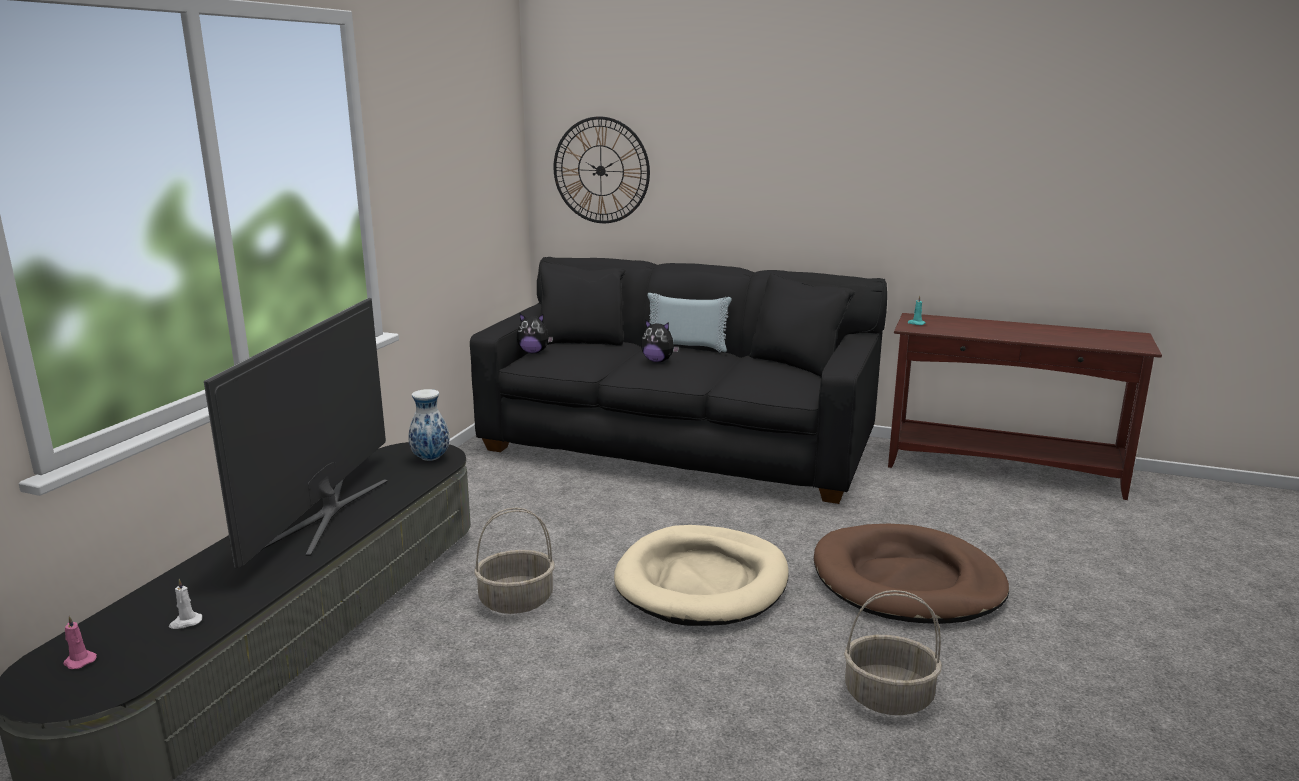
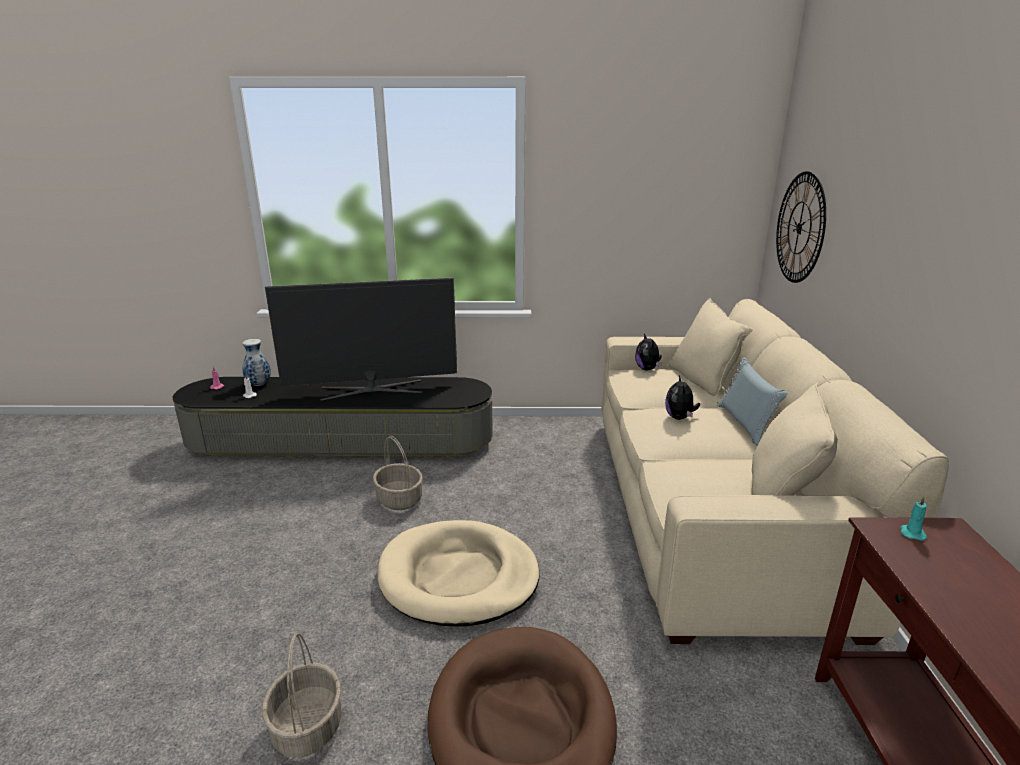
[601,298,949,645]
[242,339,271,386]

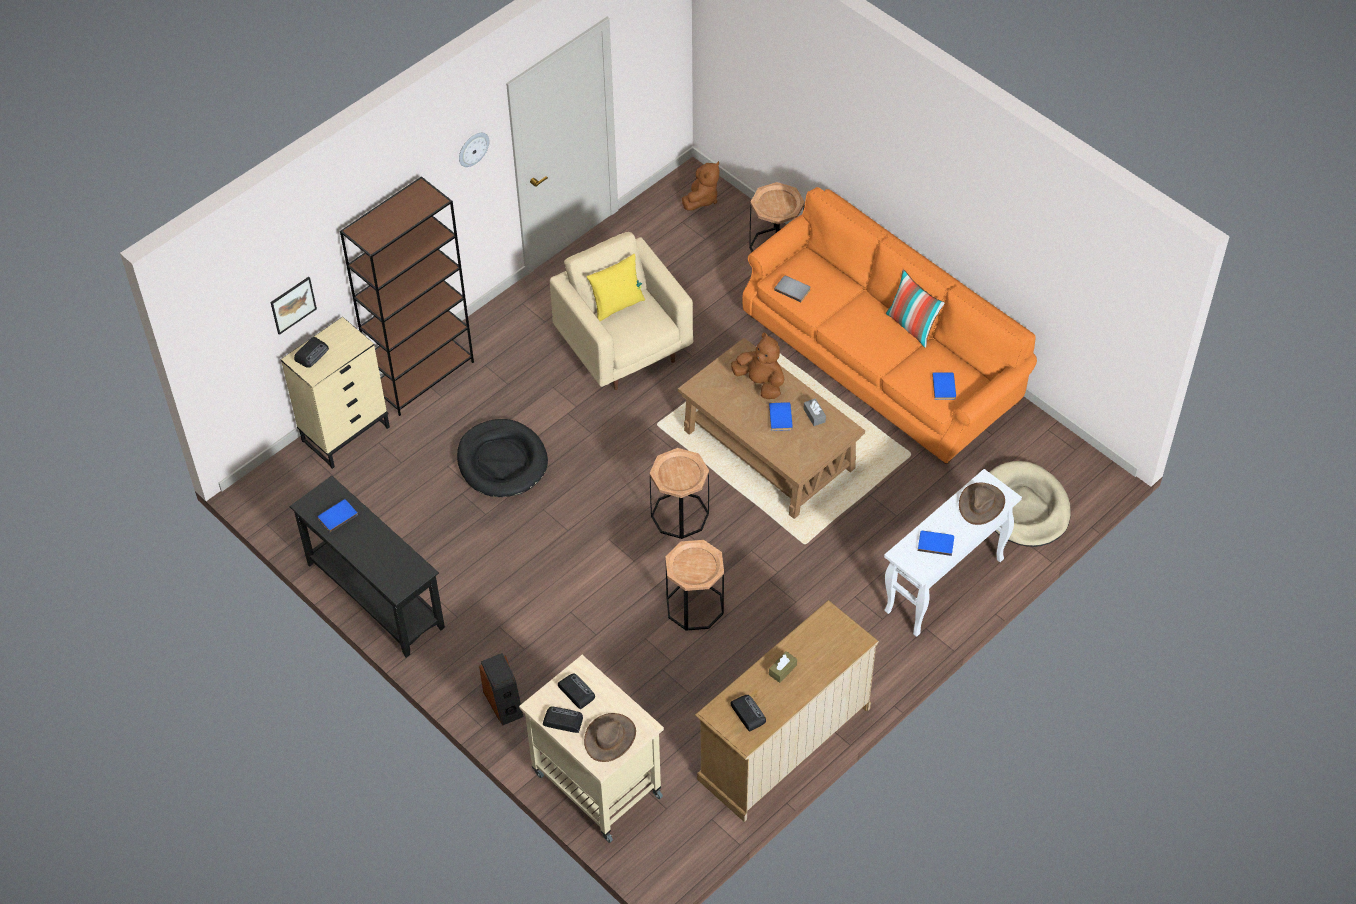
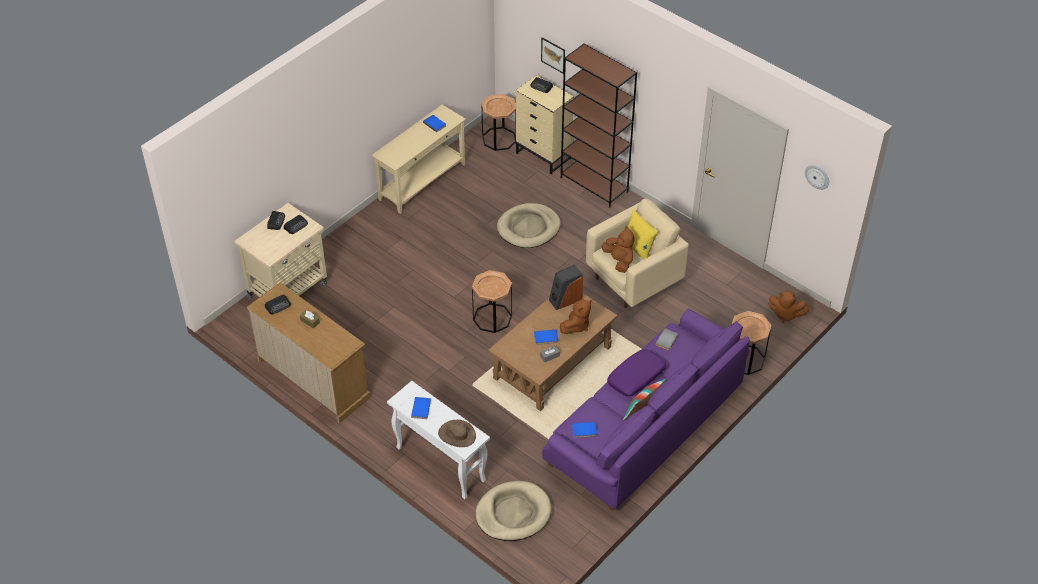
[805,165,829,190]
[542,309,750,511]
[497,203,561,248]
[372,105,466,214]
[482,94,516,151]
[549,265,583,310]
[584,713,636,762] (first image)
[602,226,635,273]
[607,349,666,396]

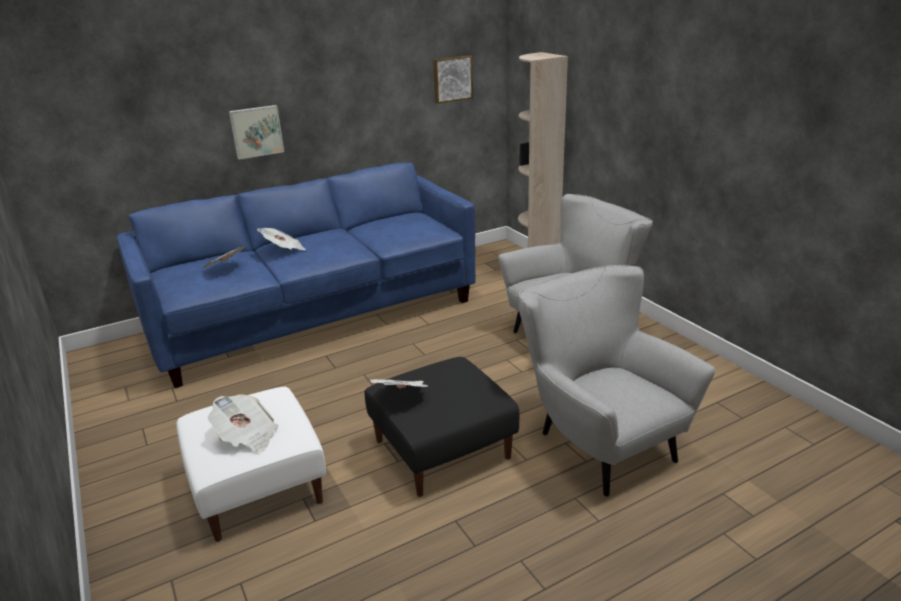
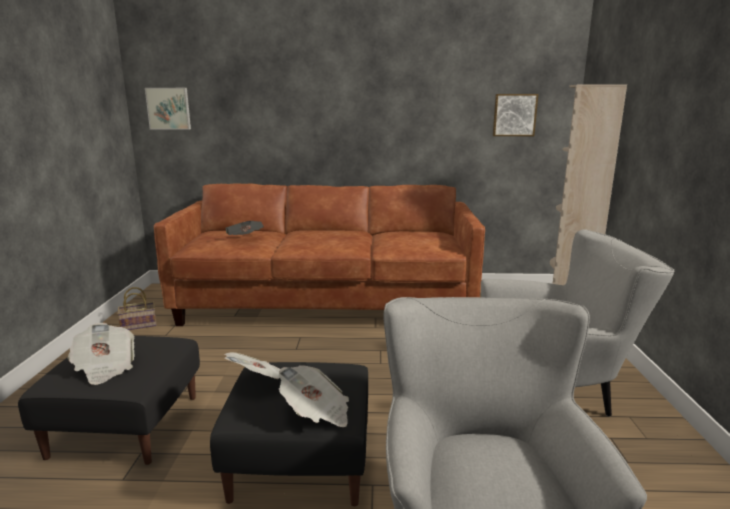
[145,88,191,129]
[154,183,485,326]
[279,366,349,427]
[18,336,200,465]
[117,287,157,330]

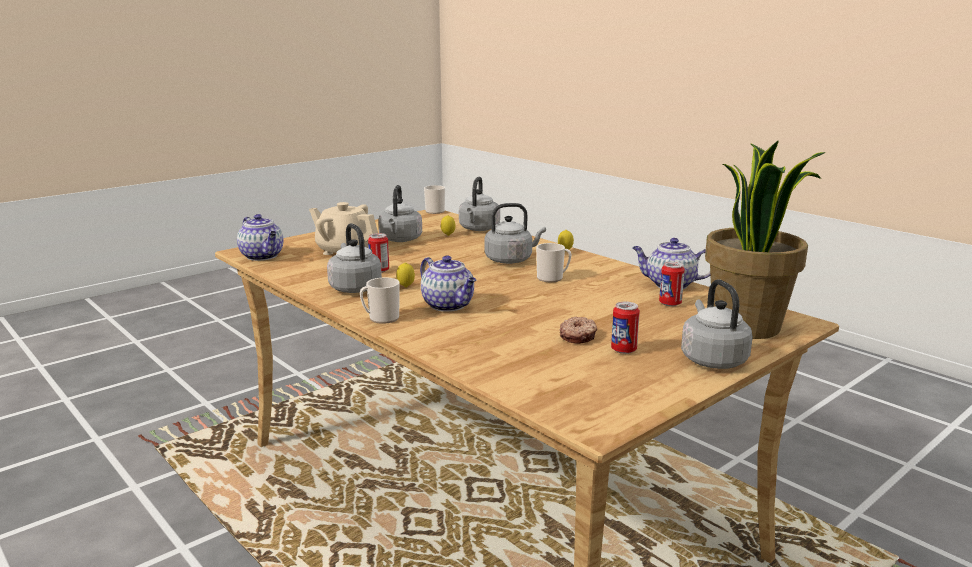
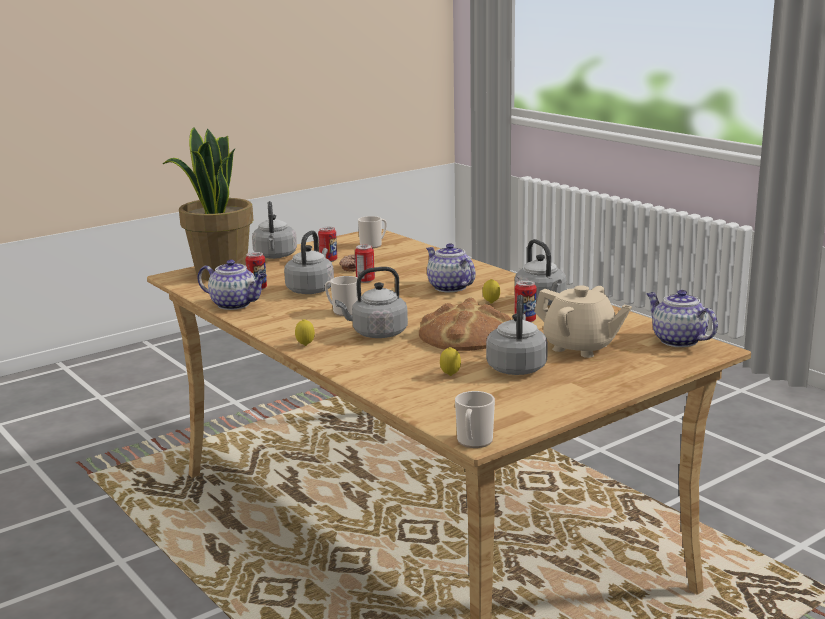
[284,230,334,294]
[358,216,387,248]
[355,244,375,283]
[419,297,511,351]

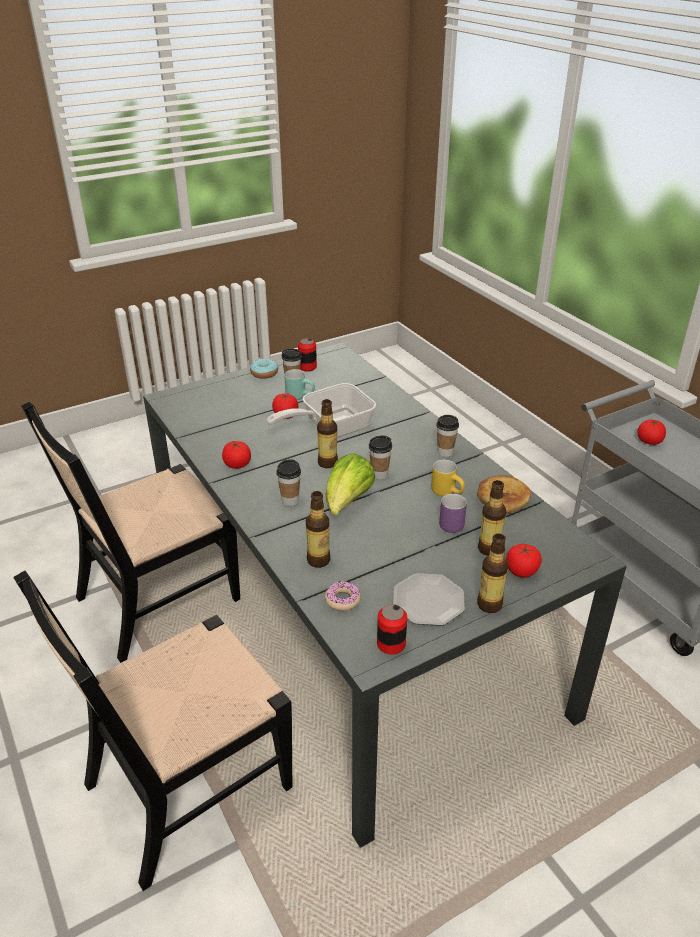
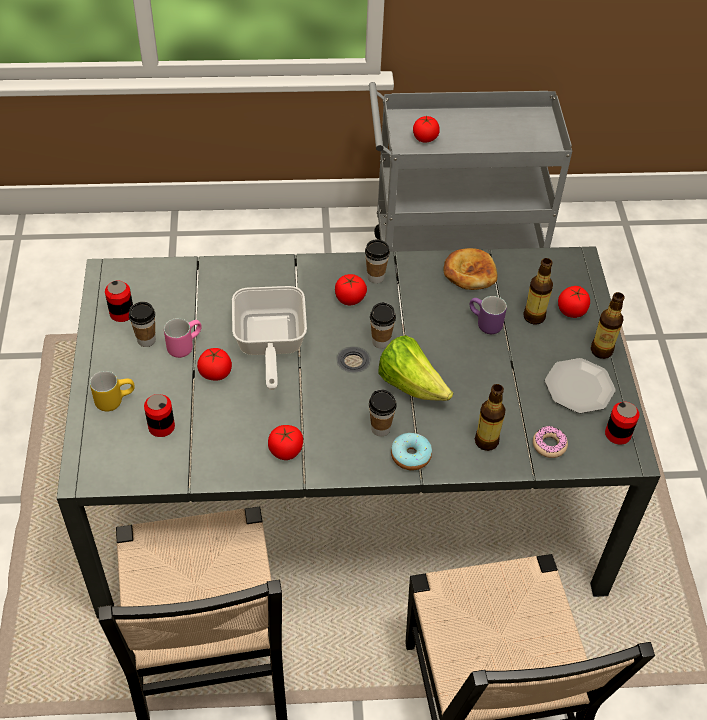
[391,433,432,470]
[164,318,202,358]
[317,399,338,468] (first image)
[90,371,135,412]
[335,274,367,305]
[144,394,175,437]

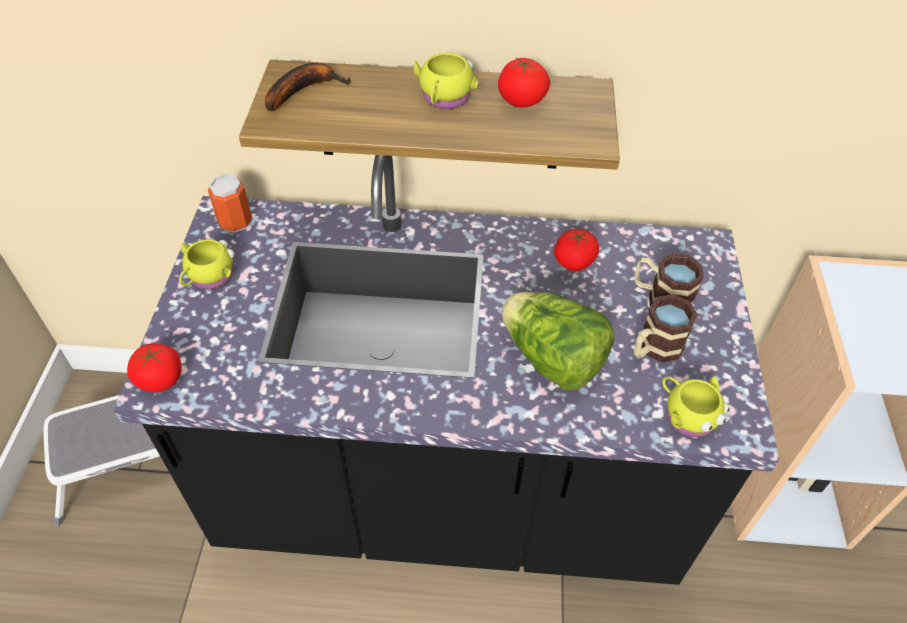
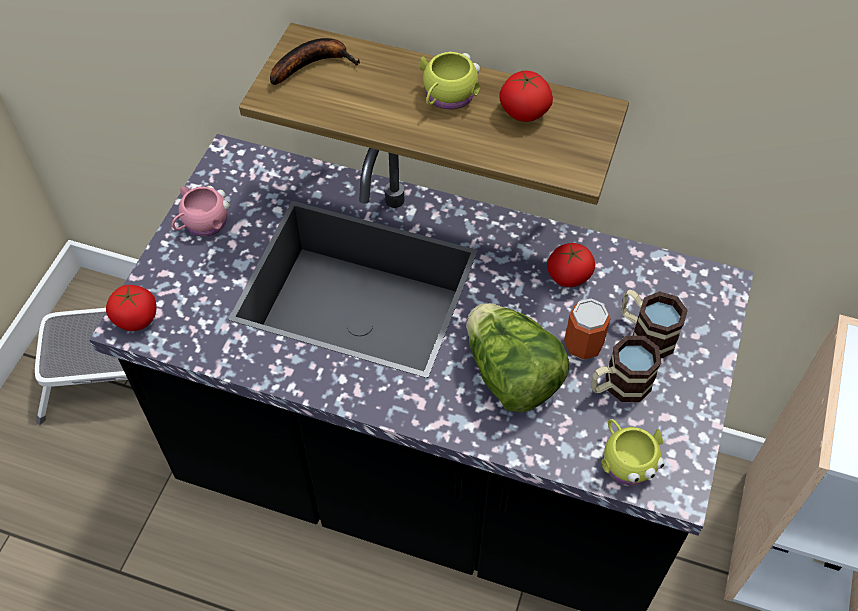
[564,299,611,360]
[172,186,230,236]

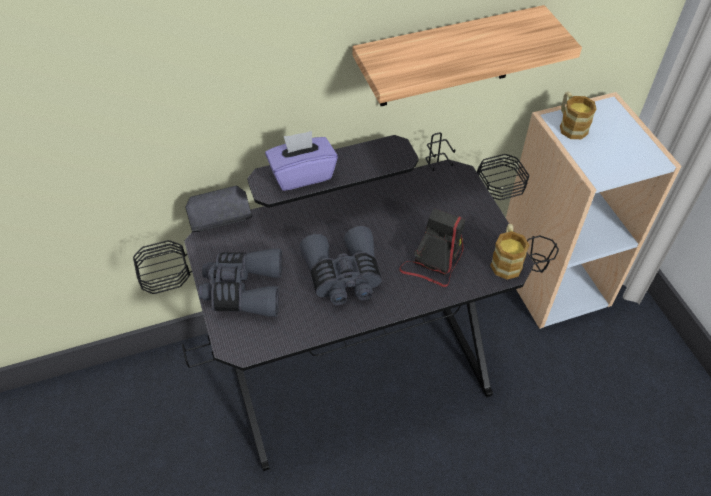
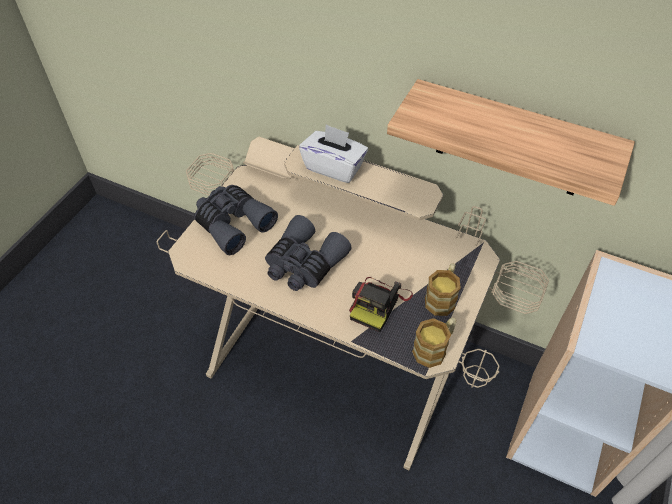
[425,263,461,316]
[299,124,368,183]
[157,137,549,470]
[349,277,413,332]

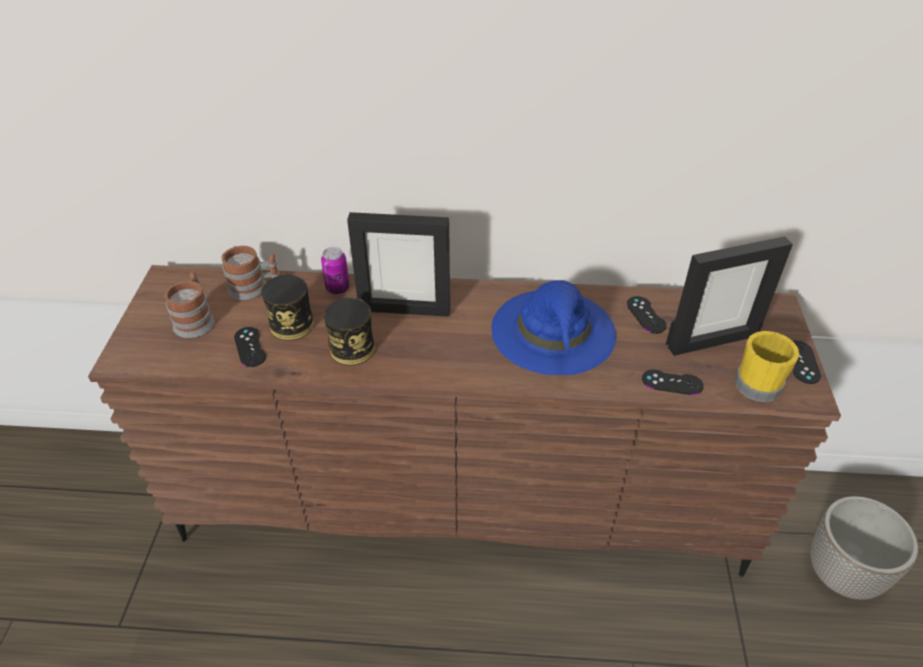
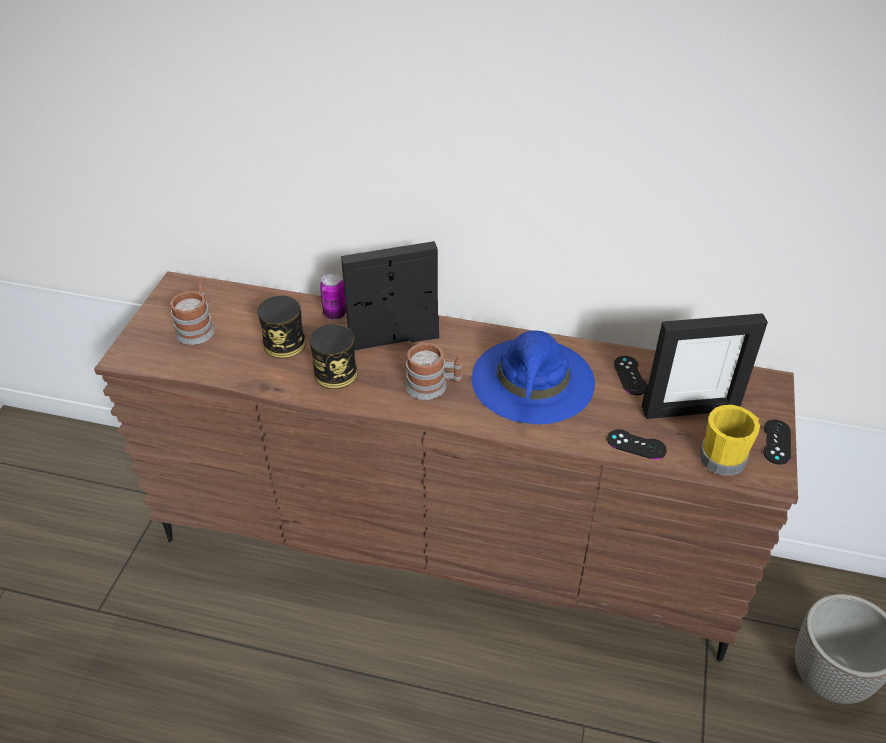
[341,241,439,350]
[406,343,462,400]
[234,327,266,367] (first image)

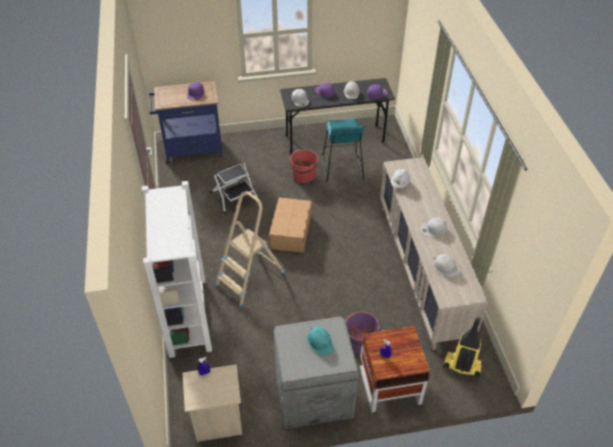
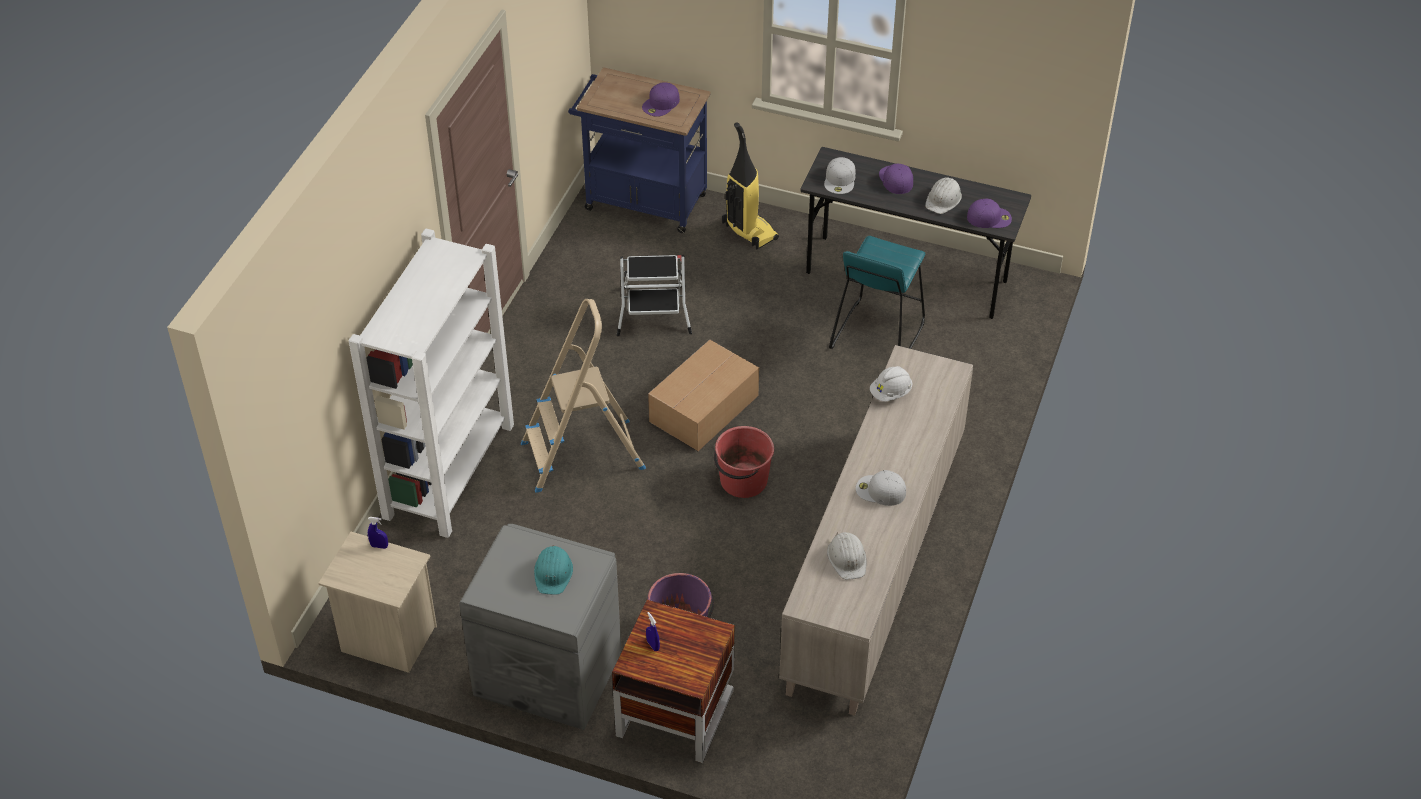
[714,426,774,498]
[722,122,779,250]

